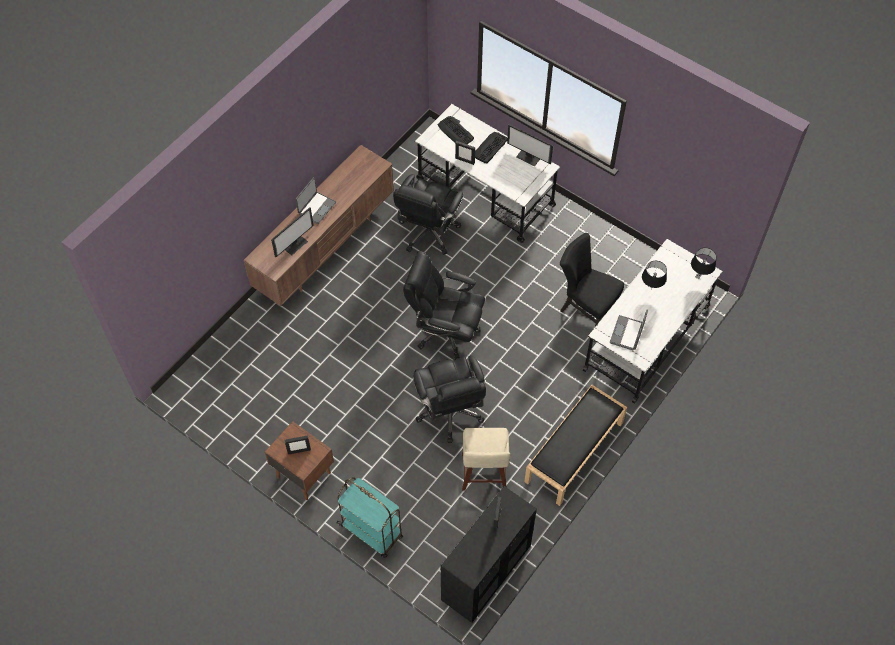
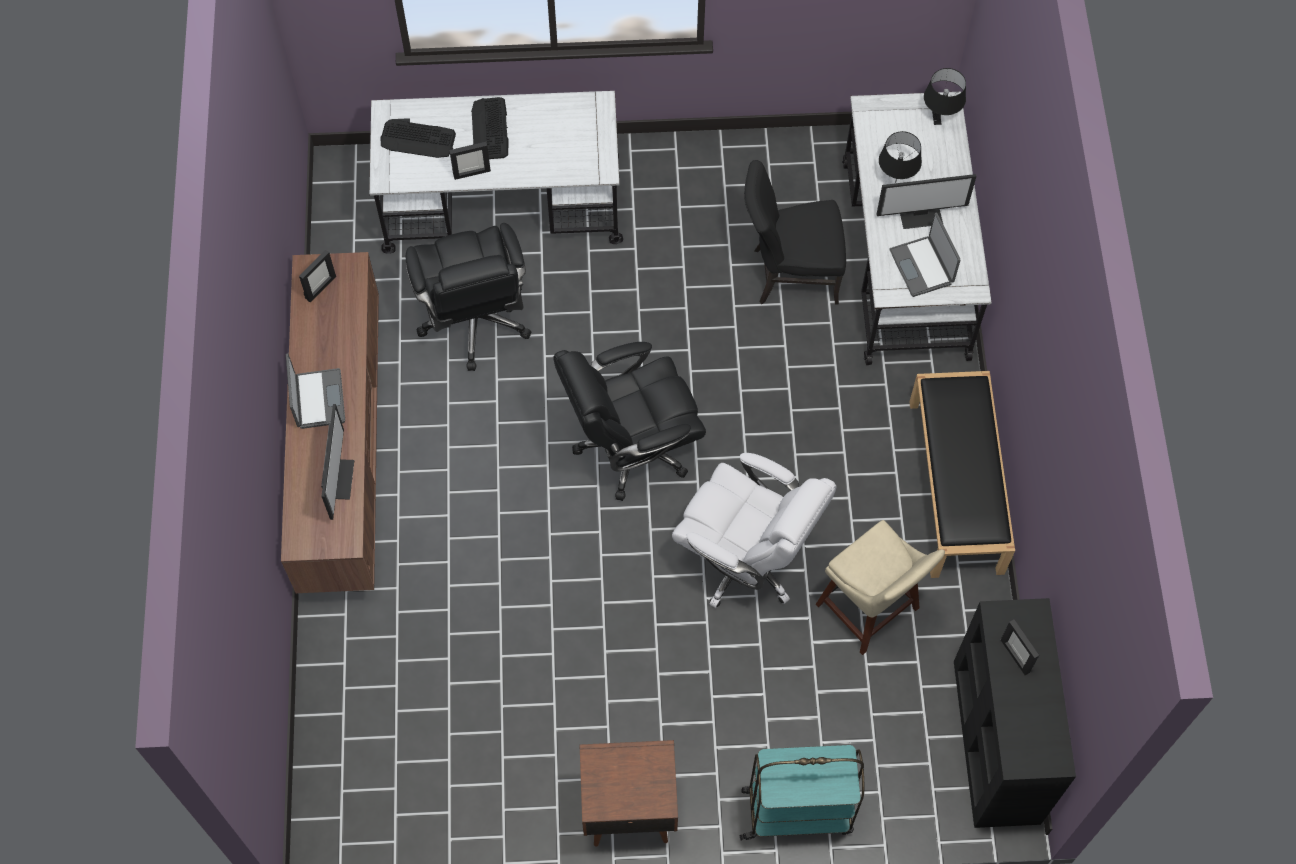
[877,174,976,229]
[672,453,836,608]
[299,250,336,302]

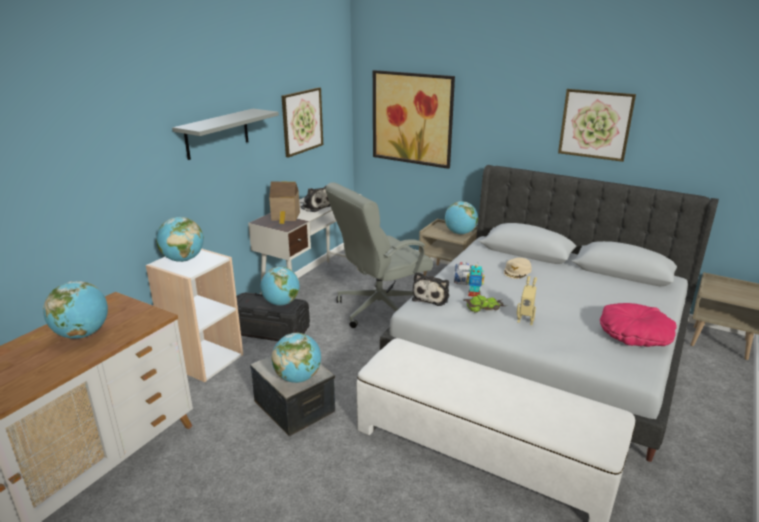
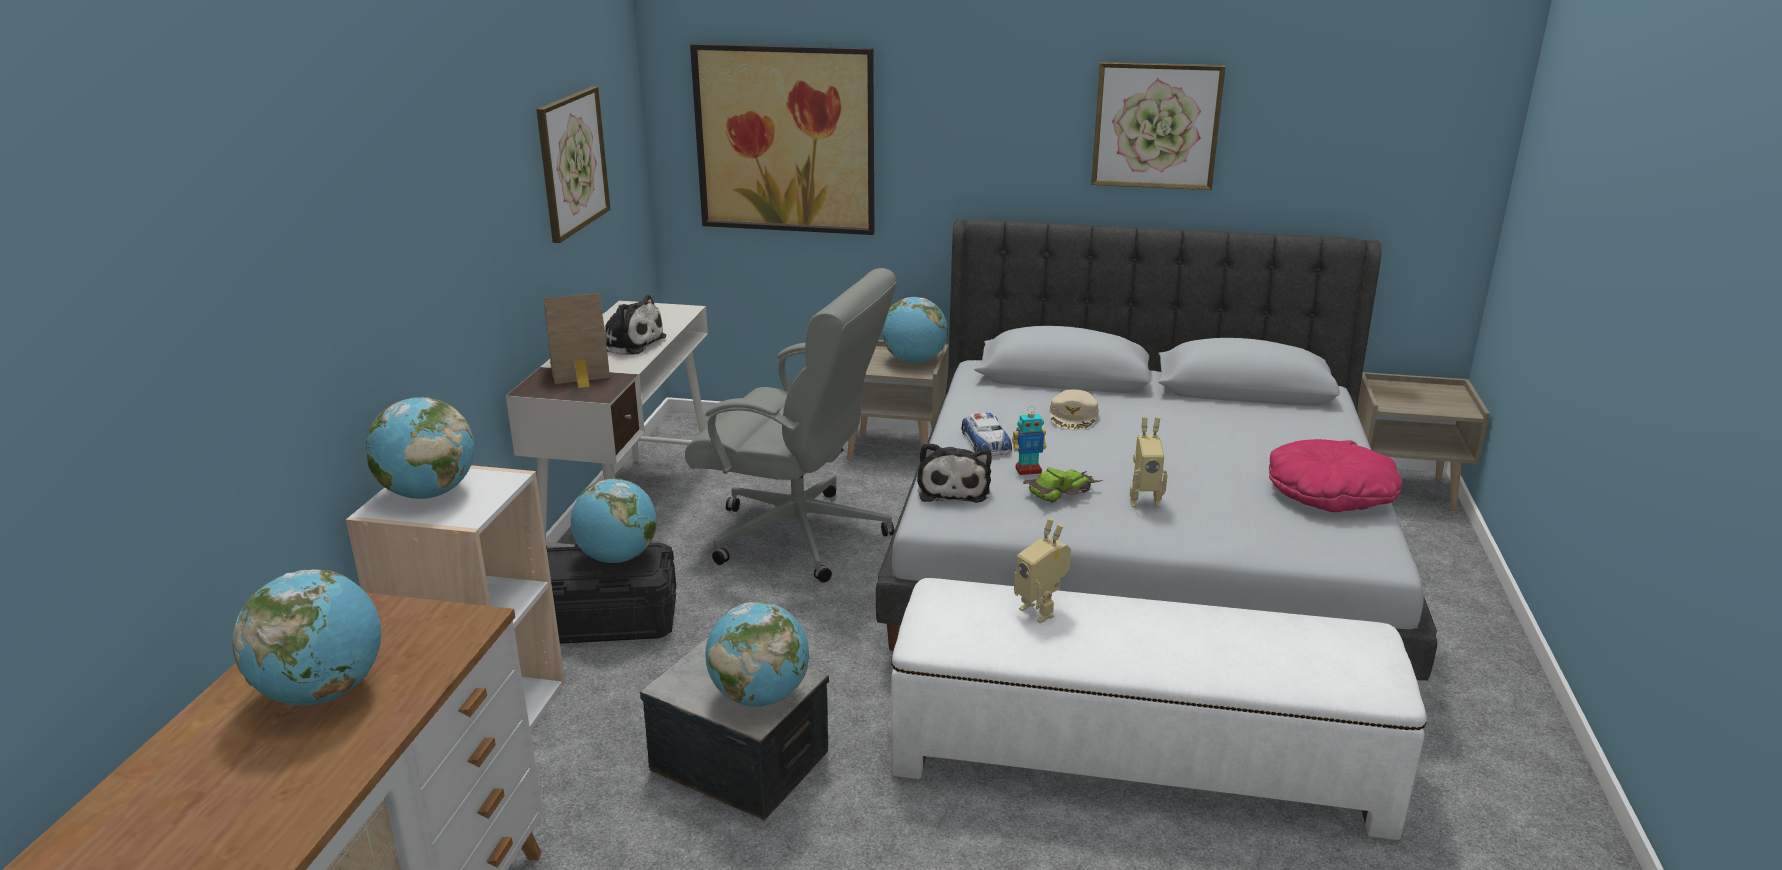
[172,109,279,160] (first image)
[685,268,897,583]
[1014,518,1071,623]

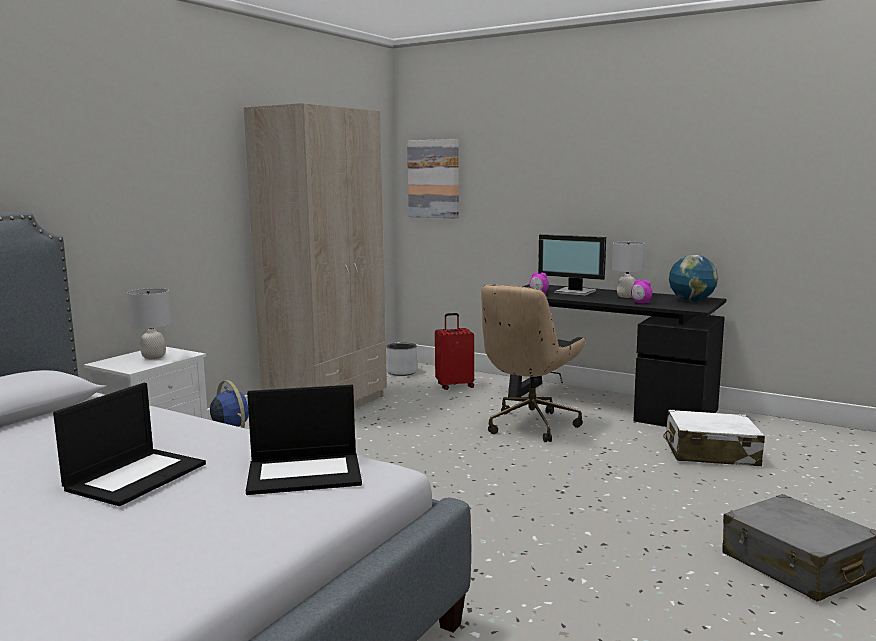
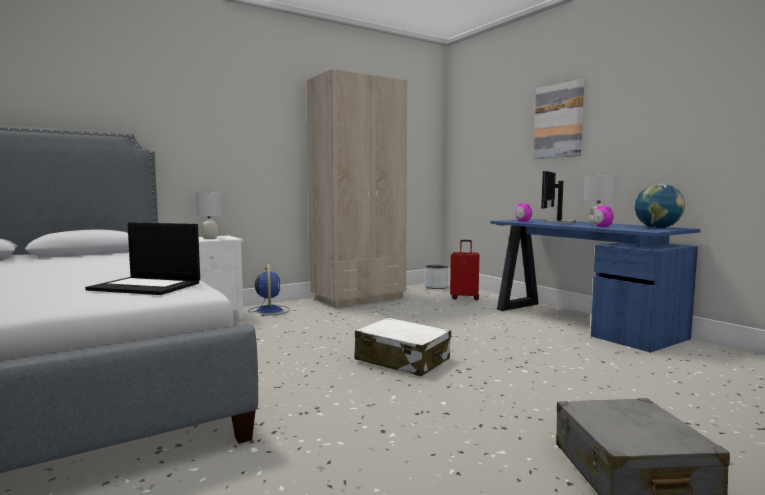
[534,79,584,159]
[541,171,576,223]
[490,219,701,353]
[481,285,585,442] (first image)
[53,383,206,506] (first image)
[354,317,451,376]

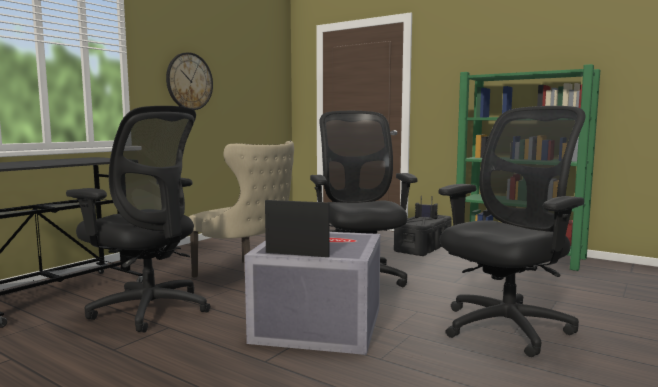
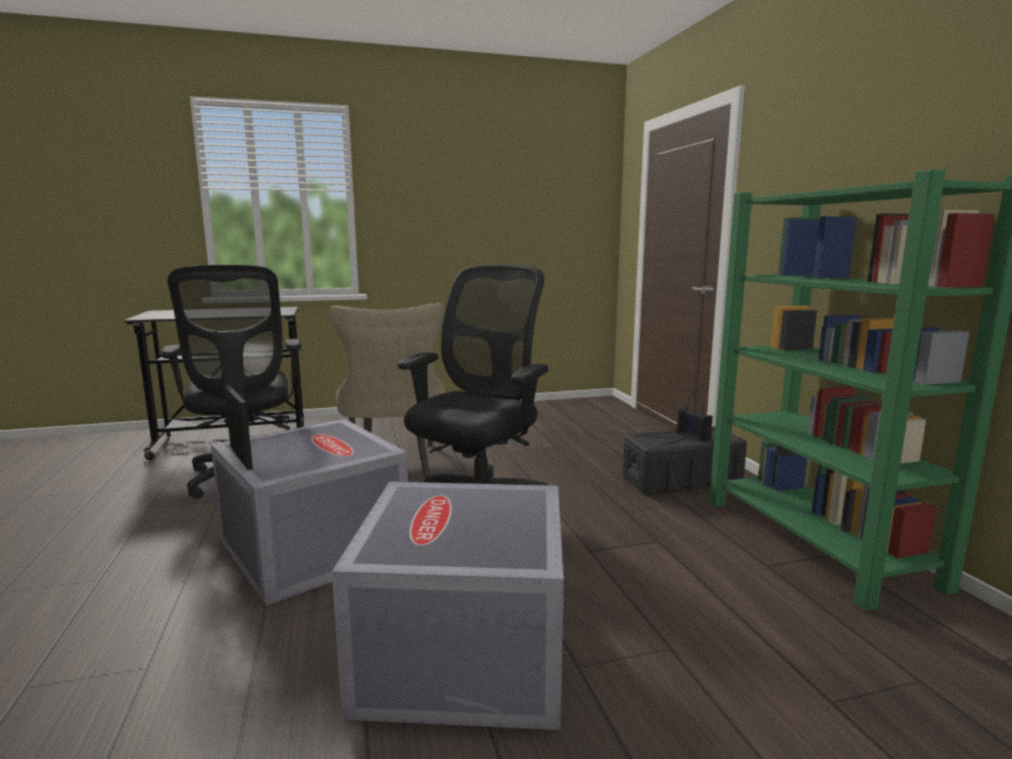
[166,52,213,110] (first image)
[332,482,564,730]

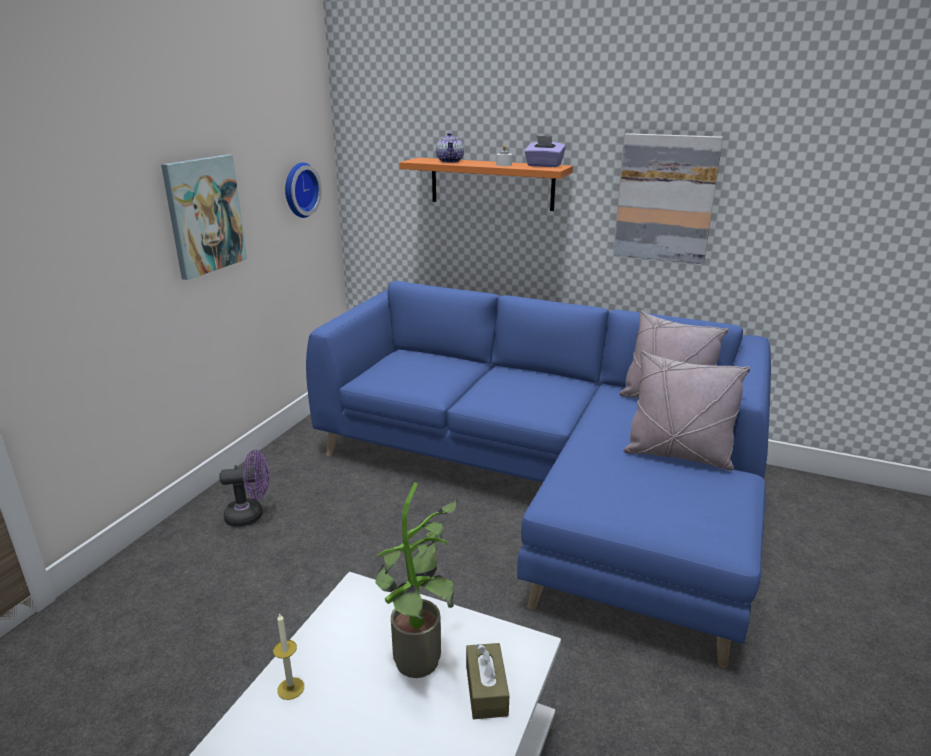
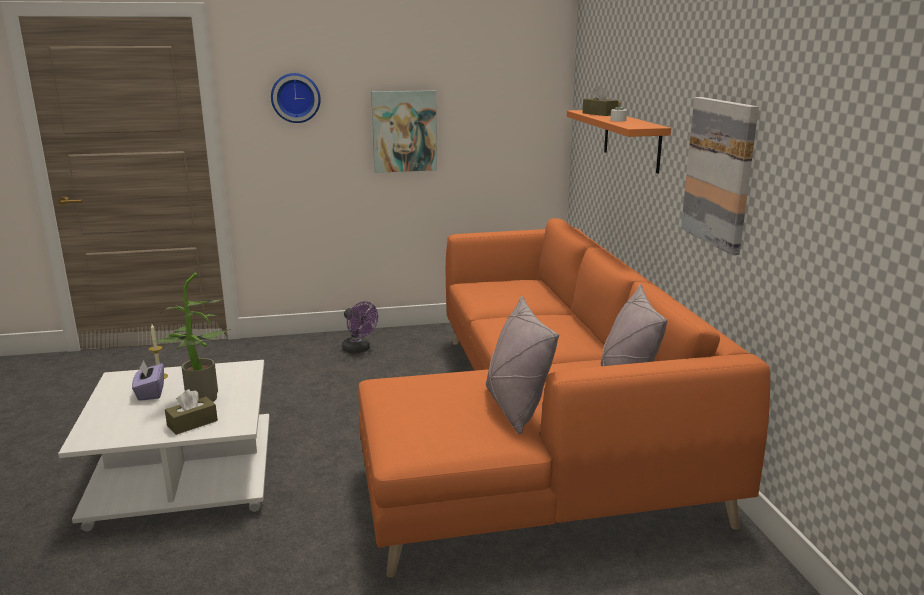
[583,85,618,116]
[132,360,164,401]
[271,73,321,123]
[358,218,770,577]

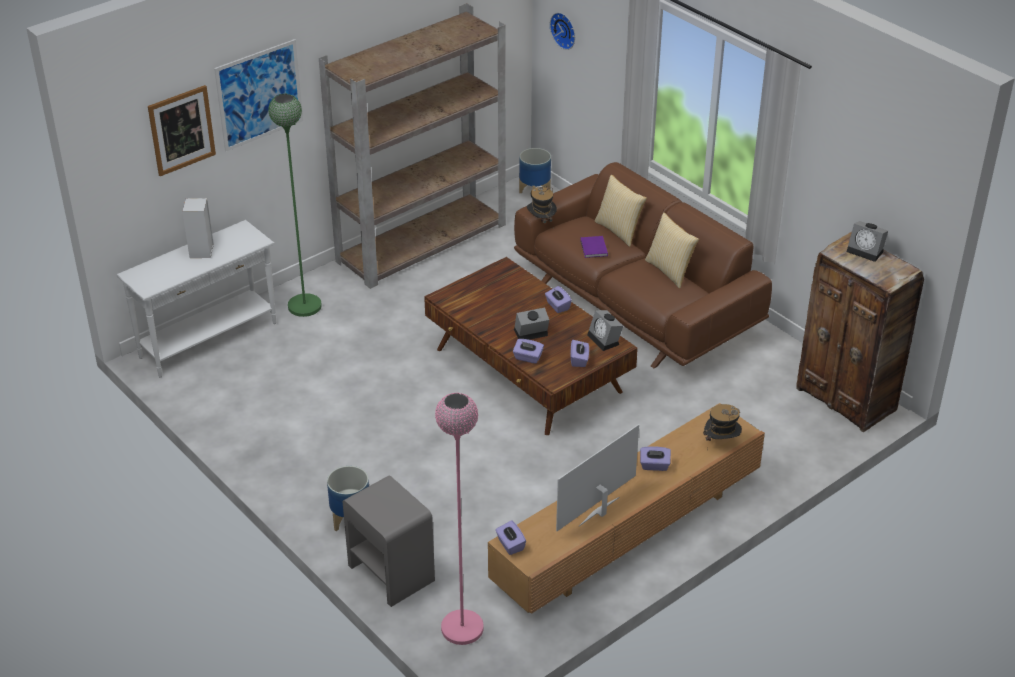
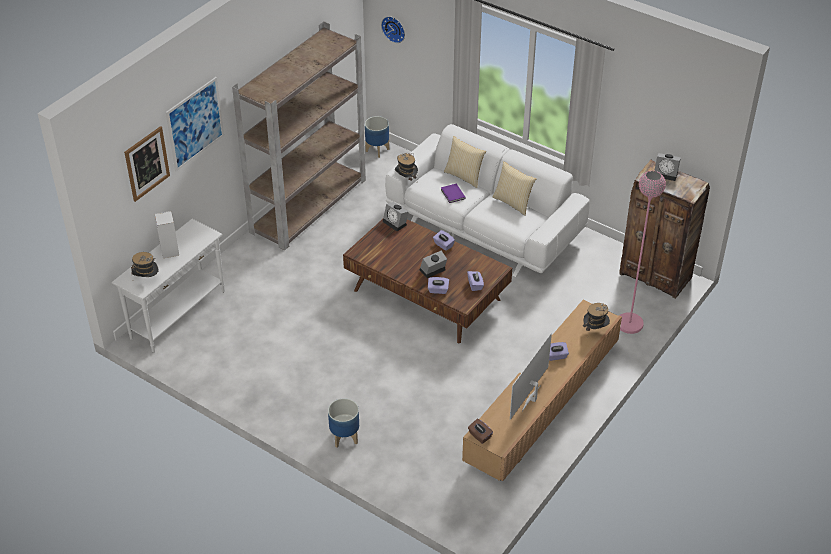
[268,94,322,317] (first image)
[385,124,590,277]
[383,202,409,231]
[620,171,666,334]
[342,475,435,607] (first image)
[468,419,493,444]
[131,252,159,279]

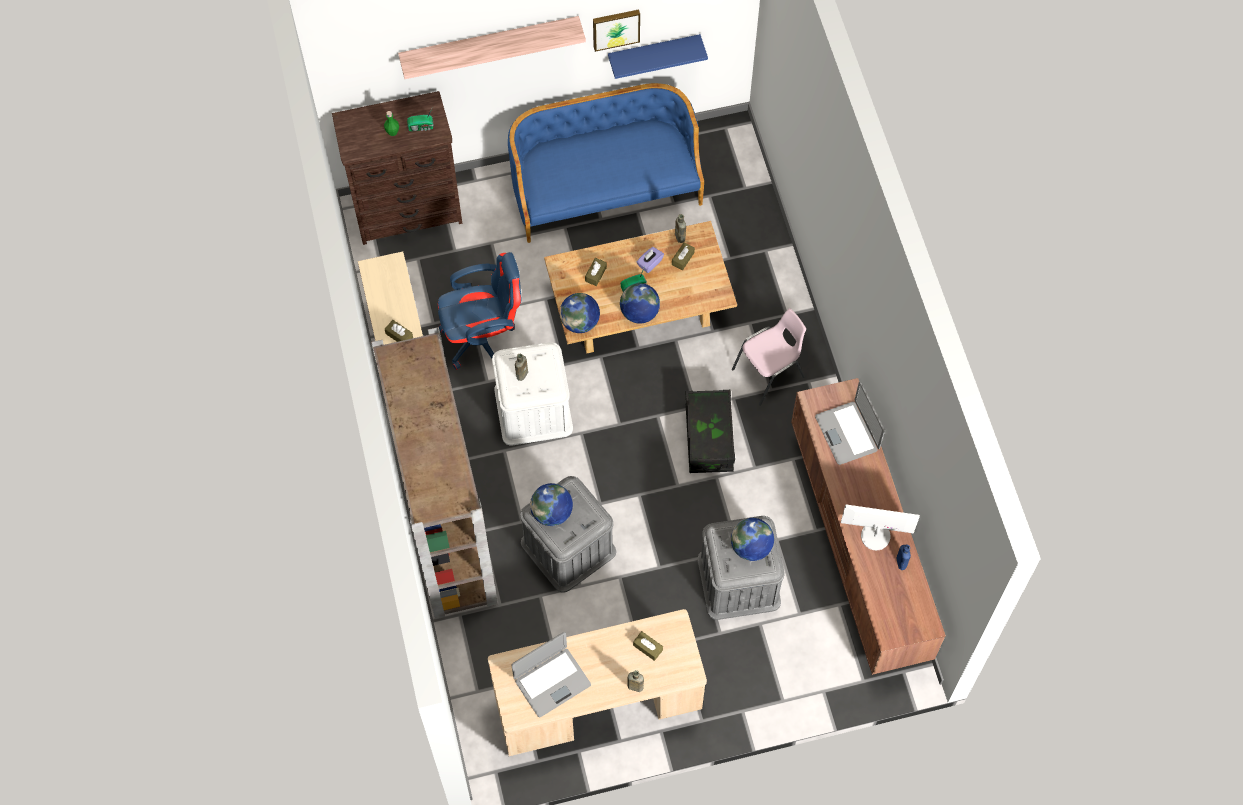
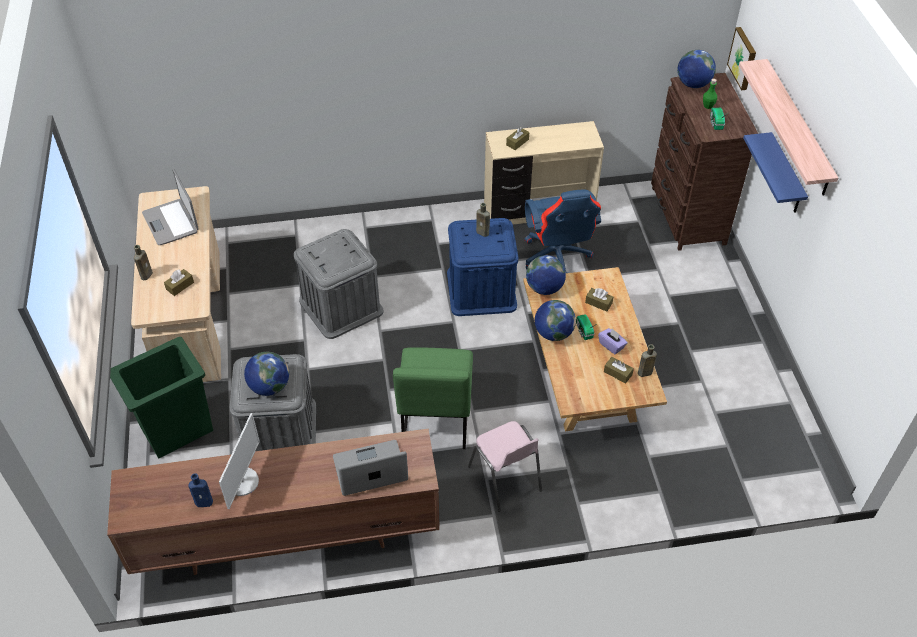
[727,27,756,90]
[743,132,808,213]
[508,83,704,243] (first image)
[371,327,498,619] (first image)
[447,218,518,316]
[393,347,473,449]
[677,50,716,88]
[110,337,213,458]

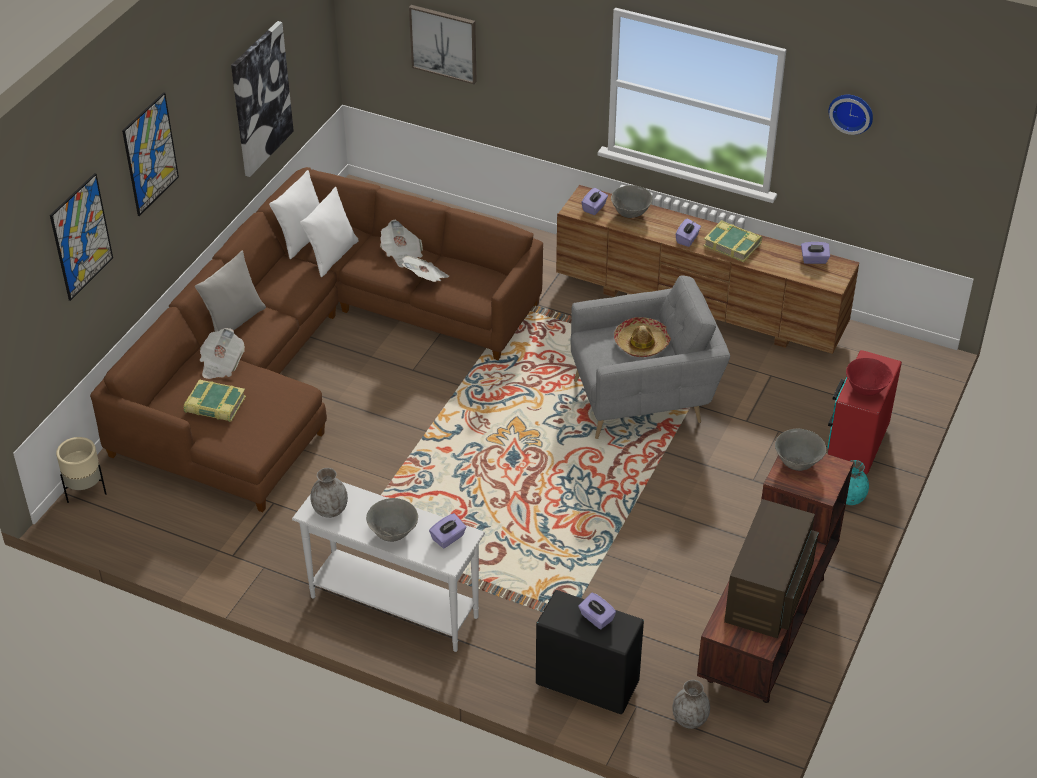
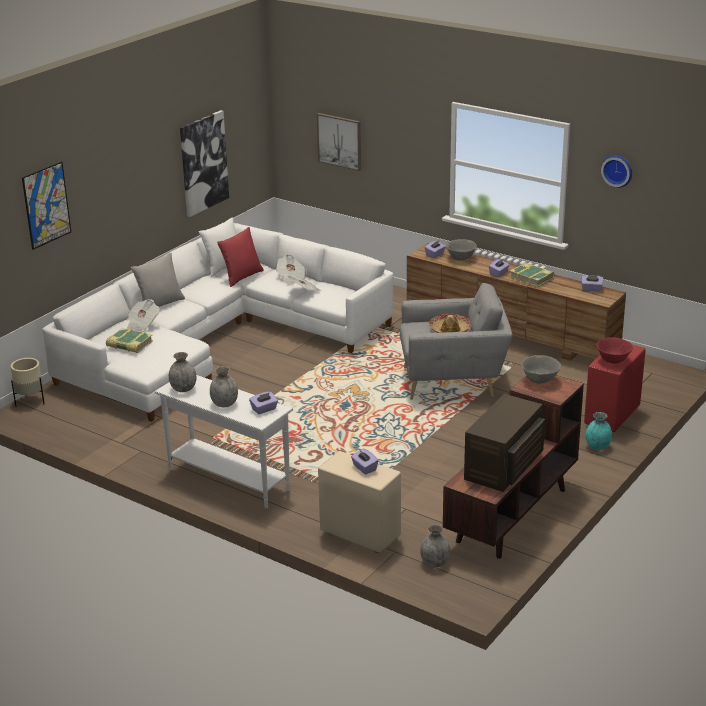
[122,92,179,216] (first image)
[42,223,394,422]
[217,227,264,287]
[210,366,238,407]
[318,451,401,553]

